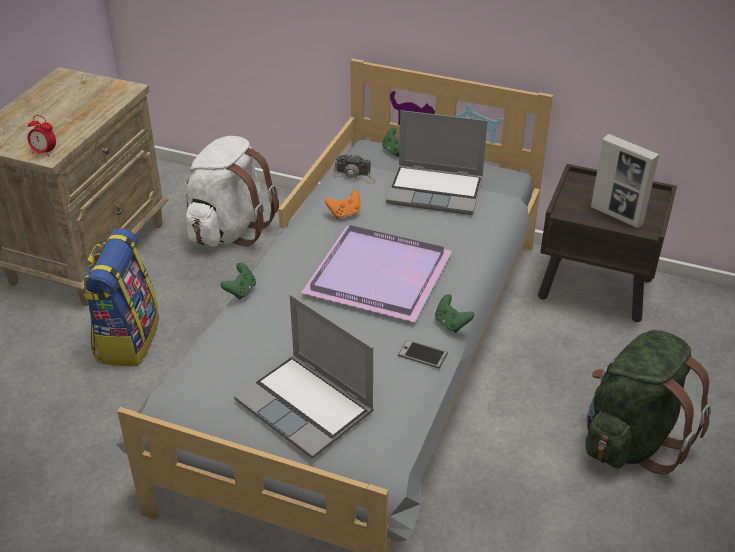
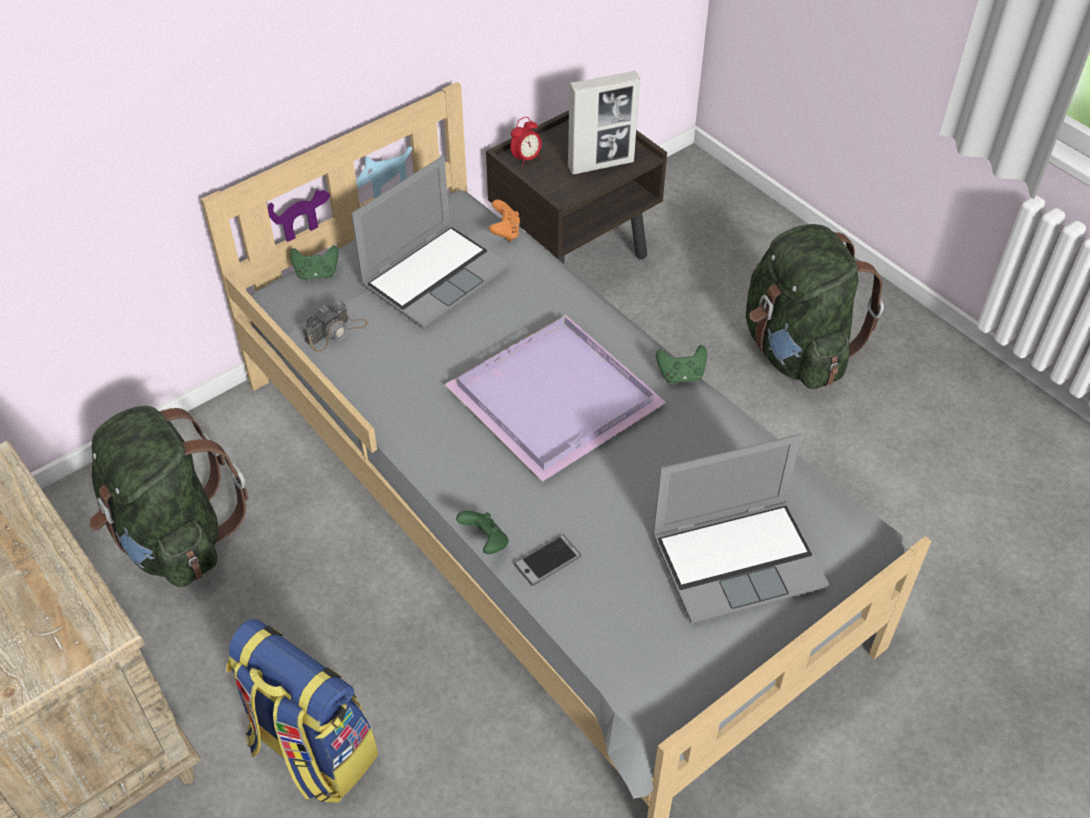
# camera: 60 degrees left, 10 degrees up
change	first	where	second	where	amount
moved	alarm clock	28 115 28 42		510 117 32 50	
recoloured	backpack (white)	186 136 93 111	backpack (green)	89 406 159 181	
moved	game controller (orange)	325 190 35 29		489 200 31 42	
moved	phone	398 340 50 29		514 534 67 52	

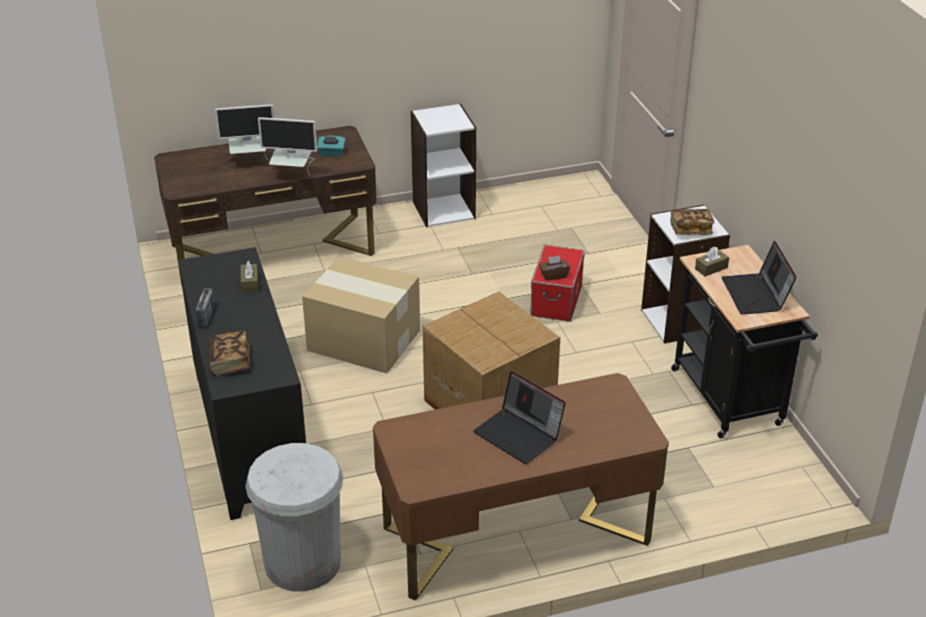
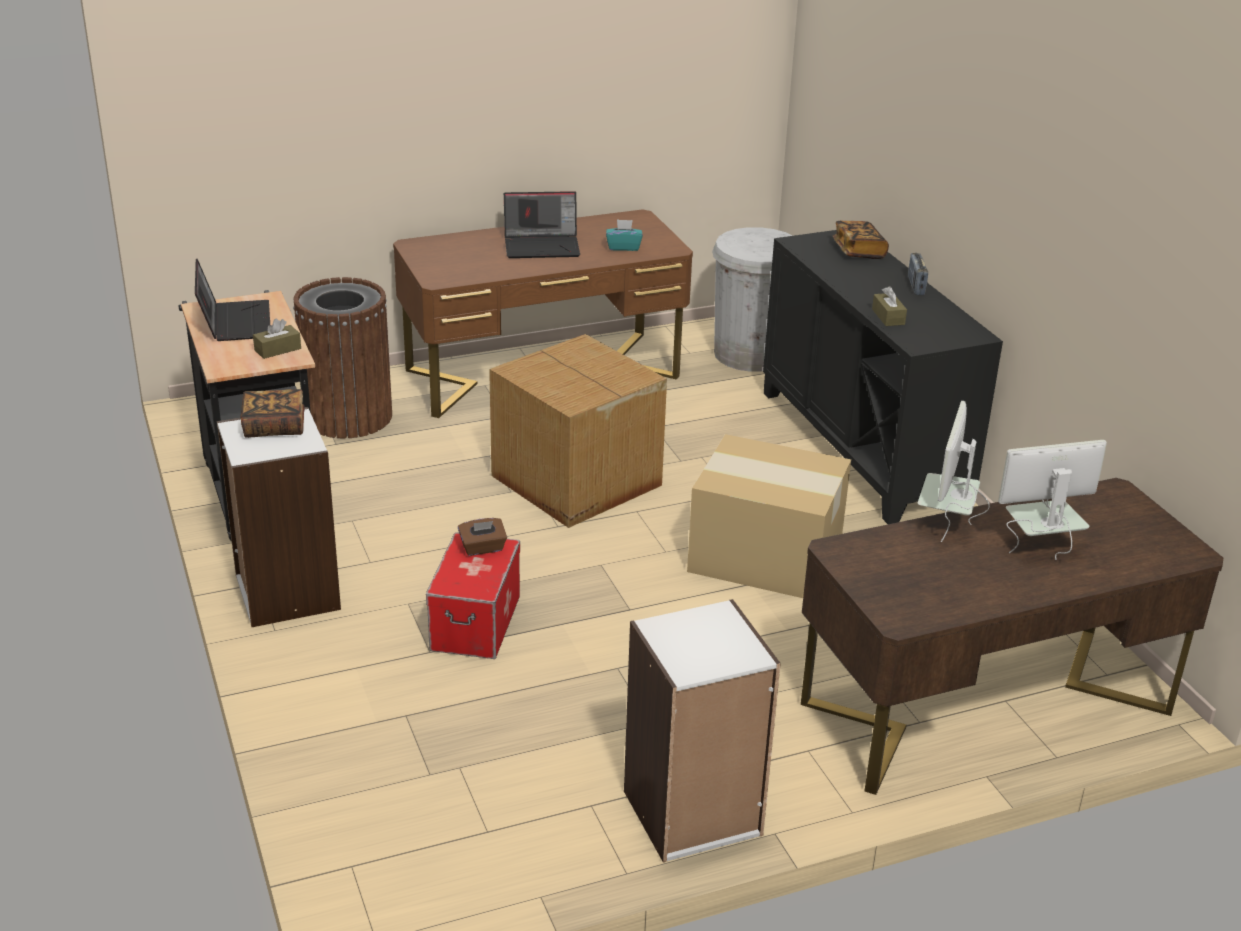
# camera: 175 degrees right, 5 degrees down
change	first	where	second	where	amount
turned	monitor	258 117 59 58		918 401 72 141	75 degrees counterclockwise
moved	tissue box (turquoise)	317 136 28 21		606 219 37 32	
turned	laptop	473 371 93 93		504 191 76 67	135 degrees clockwise
added			trash can (brown)	293 277 99 162	

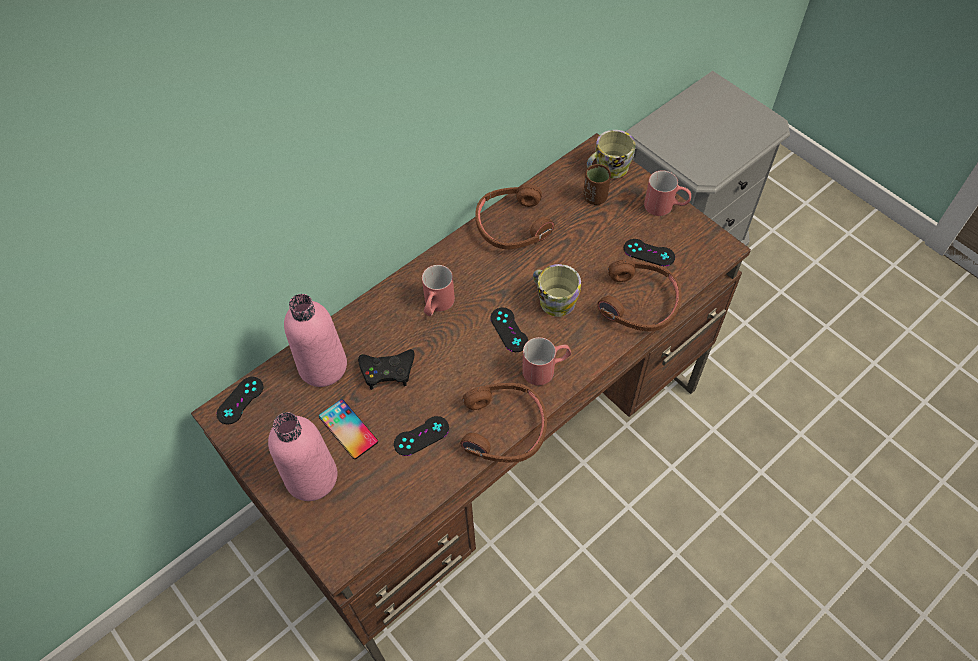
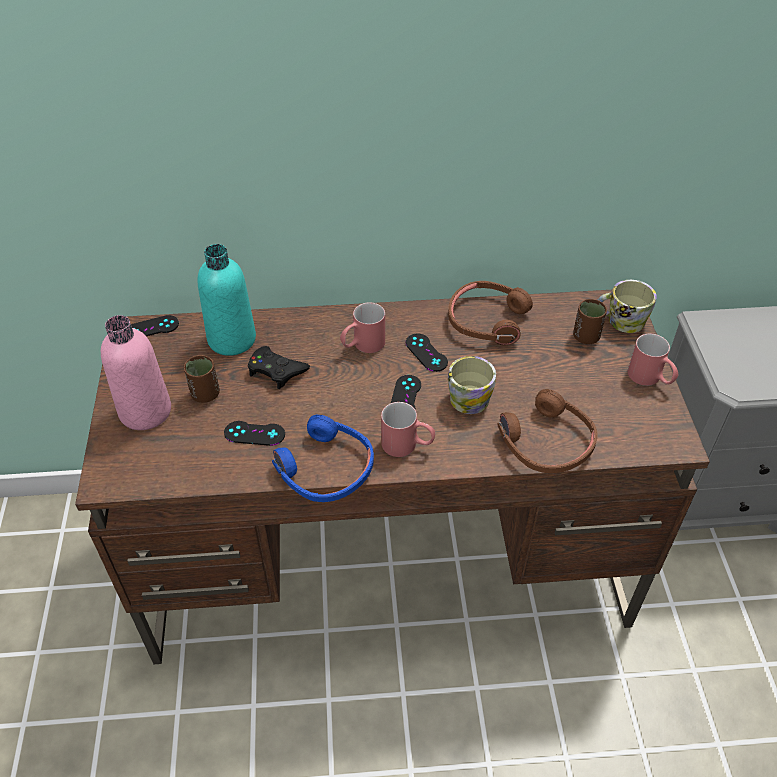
# camera: 35 degrees right, 10 degrees down
change	first	where	second	where	amount
recoloured	bottle (pink)	284 294 63 93	bottle (turquoise)	197 244 59 112	
replaced	phone	319 399 59 60	cup (brown)	184 355 36 48	
recoloured	headphones (brown)	460 383 87 80	headphones (blue)	272 414 102 88	
moved	game controller (black)	624 239 51 27		406 334 42 38	

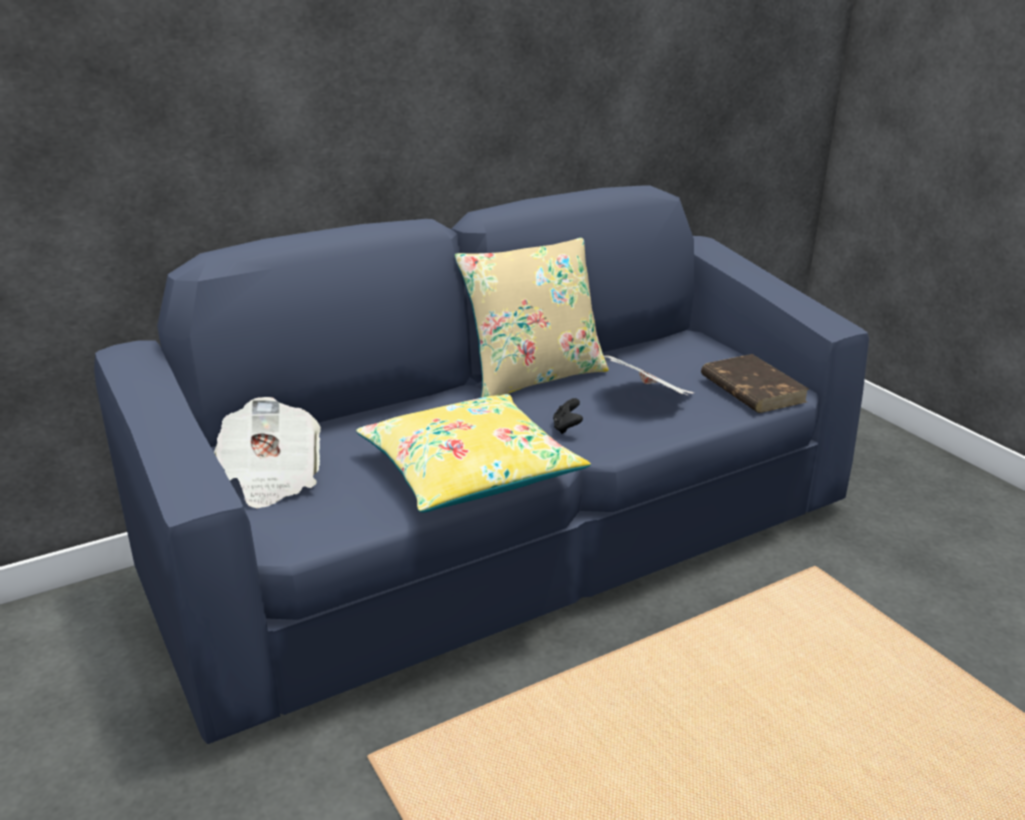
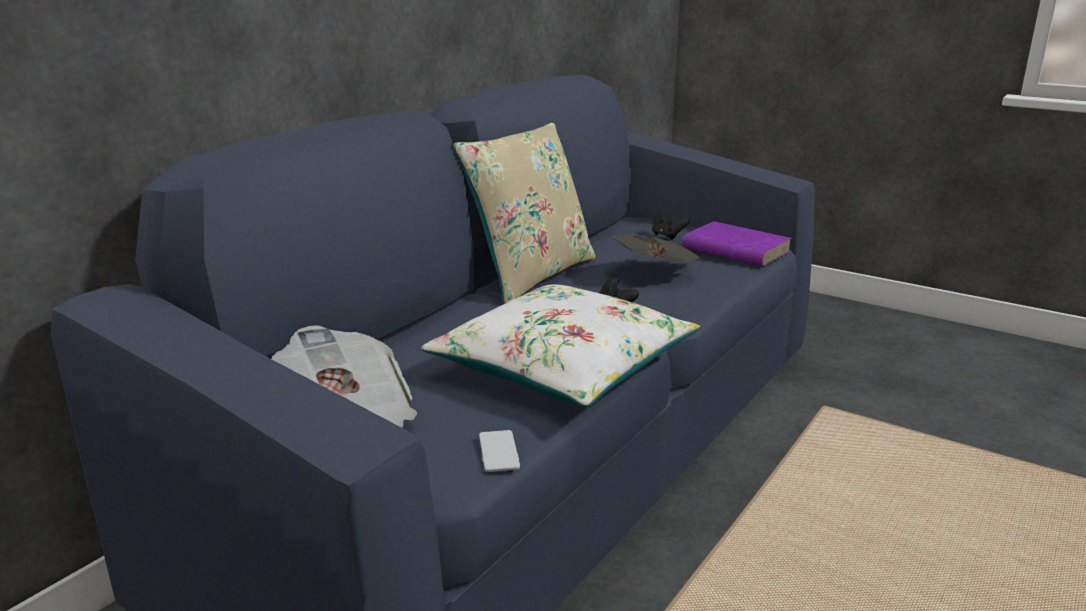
# camera: 25 degrees left, 5 degrees down
change	first	where	second	where	amount
recoloured	pillow (yellow)	356 394 235 119	pillow (white)	421 284 279 123	
recoloured	book (brown)	701 354 109 59	book (purple)	682 221 110 45	
added			phone	479 430 41 42	
added			game controller (black)	652 212 37 28	

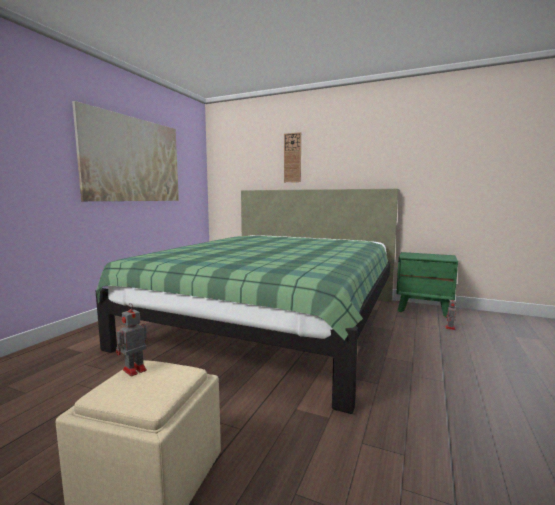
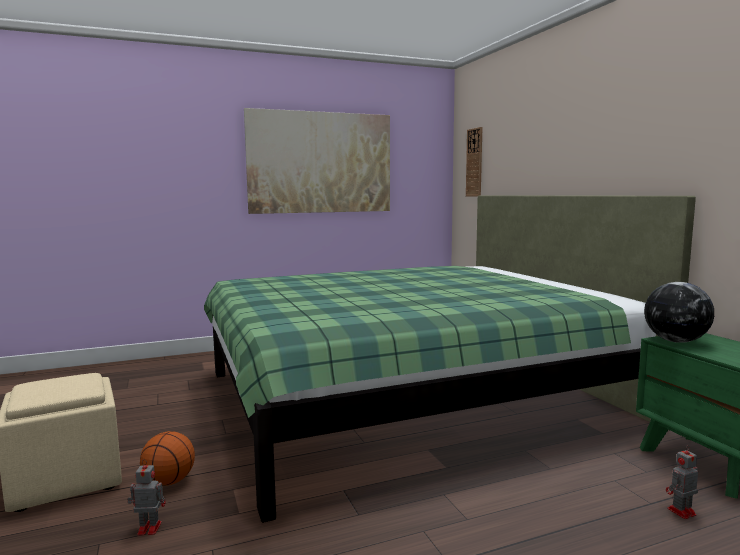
# camera: 45 degrees right, 0 degrees up
change	first	where	second	where	amount
moved	toy robot	116 303 31 74		127 459 39 76	
moved	wall clock	284 132 17 50		466 127 16 69	
added			basketball	140 431 55 55	
added			globe	644 282 70 61	

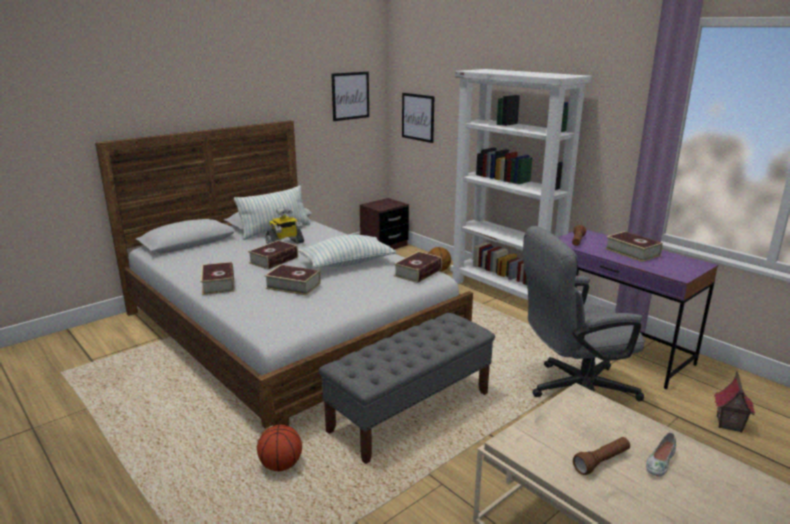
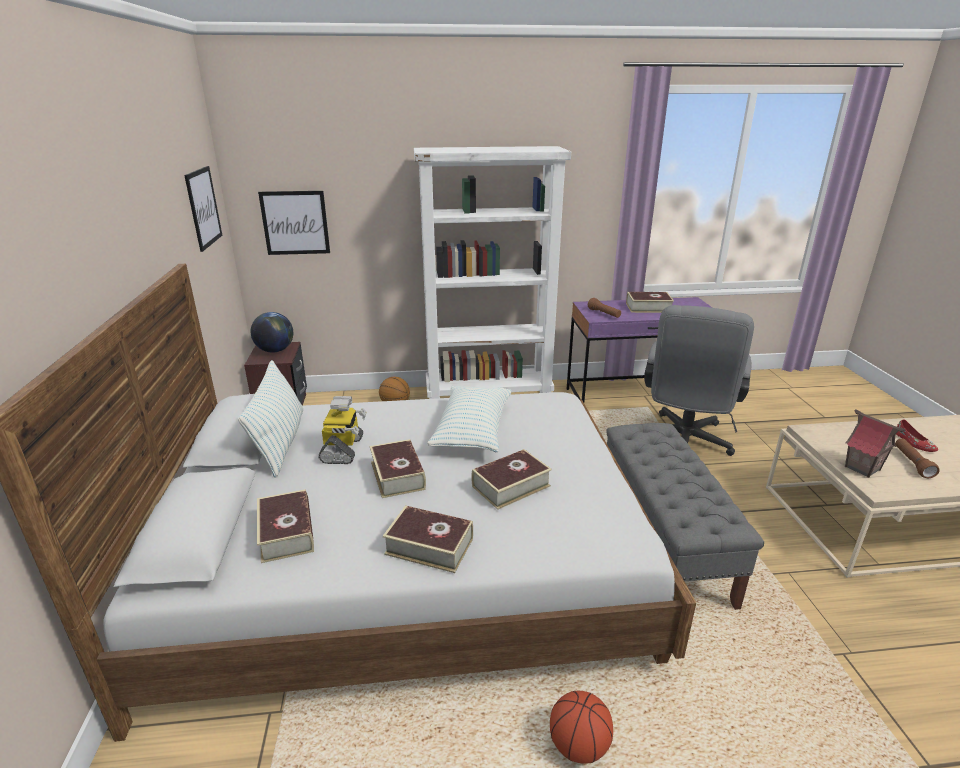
# camera: 55 degrees left, 5 degrees up
change	first	where	second	where	amount
moved	basketball	257 425 45 46		550 691 63 73	
moved	book	394 251 48 32		257 489 57 74	
recoloured	shoe (white)	646 432 30 45	shoe (red)	896 419 42 33	
moved	toy house	714 371 41 62		845 409 61 69	
added			globe	251 312 42 41	

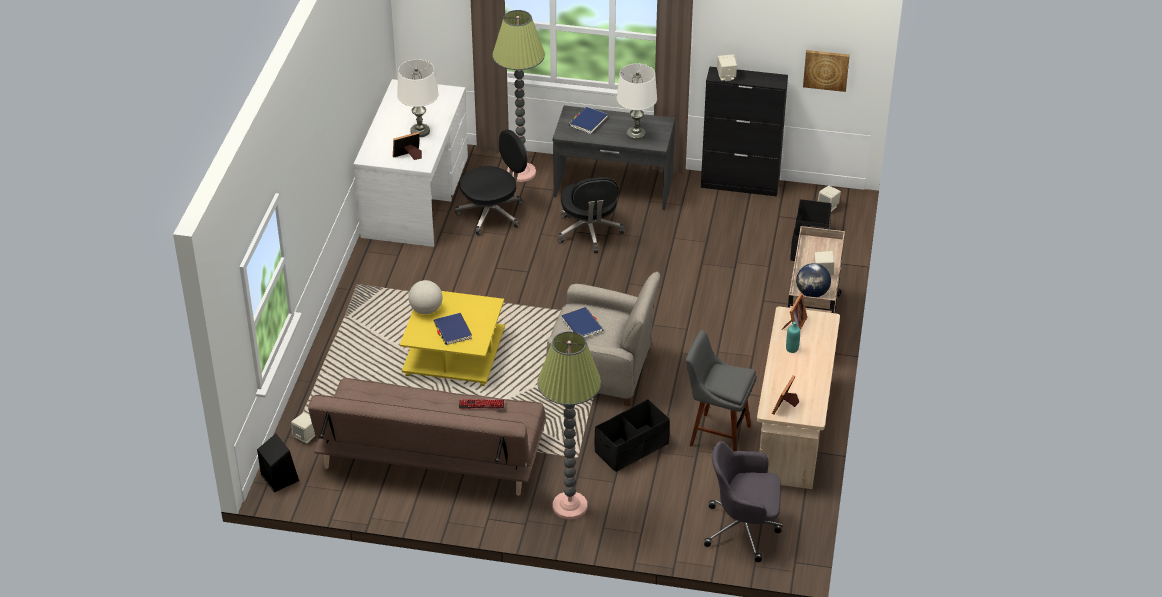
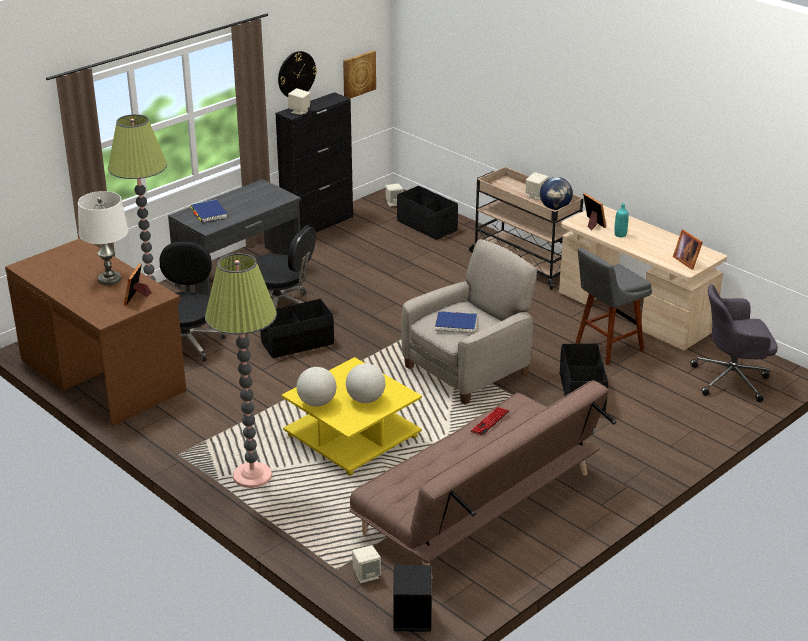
# camera: 55 degrees left, 10 degrees down
change	first	where	second	where	amount
recoloured	desk (white)	353 79 115 168	desk (brown)	5 238 181 188	
replaced	book (blue)	434 313 38 32	globe	346 364 39 39	
moved	floor lamp	537 331 64 188		205 253 72 235	
removed	table lamp (white)	617 63 40 77			
turned	office chair (grey)	704 441 78 121		690 284 88 118	45 degrees clockwise
added			storage box (black)	260 299 74 59	
added			wall clock	278 51 39 46	

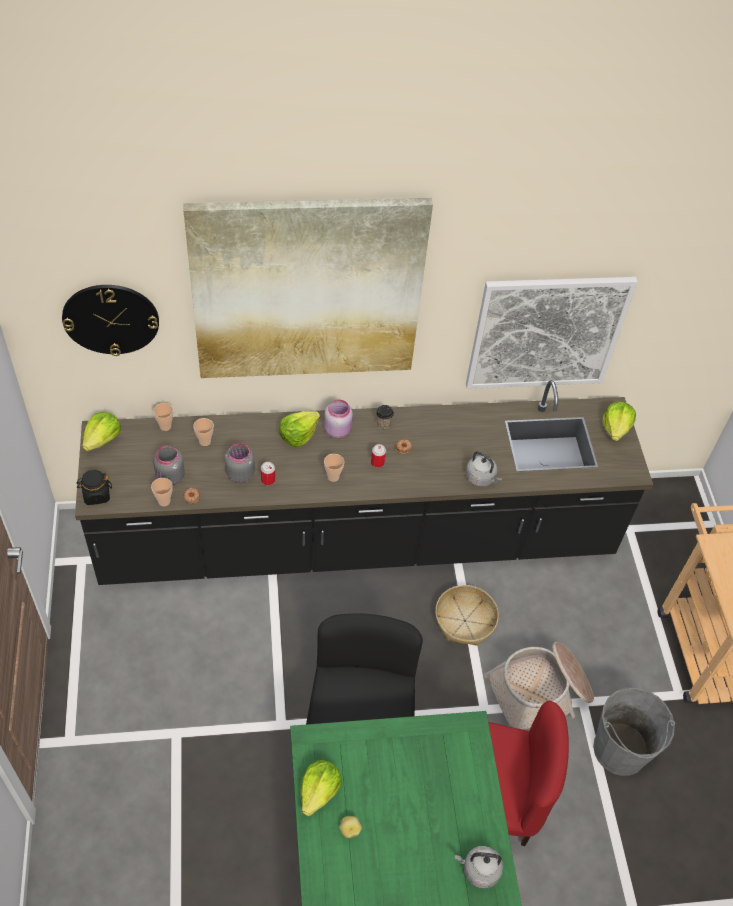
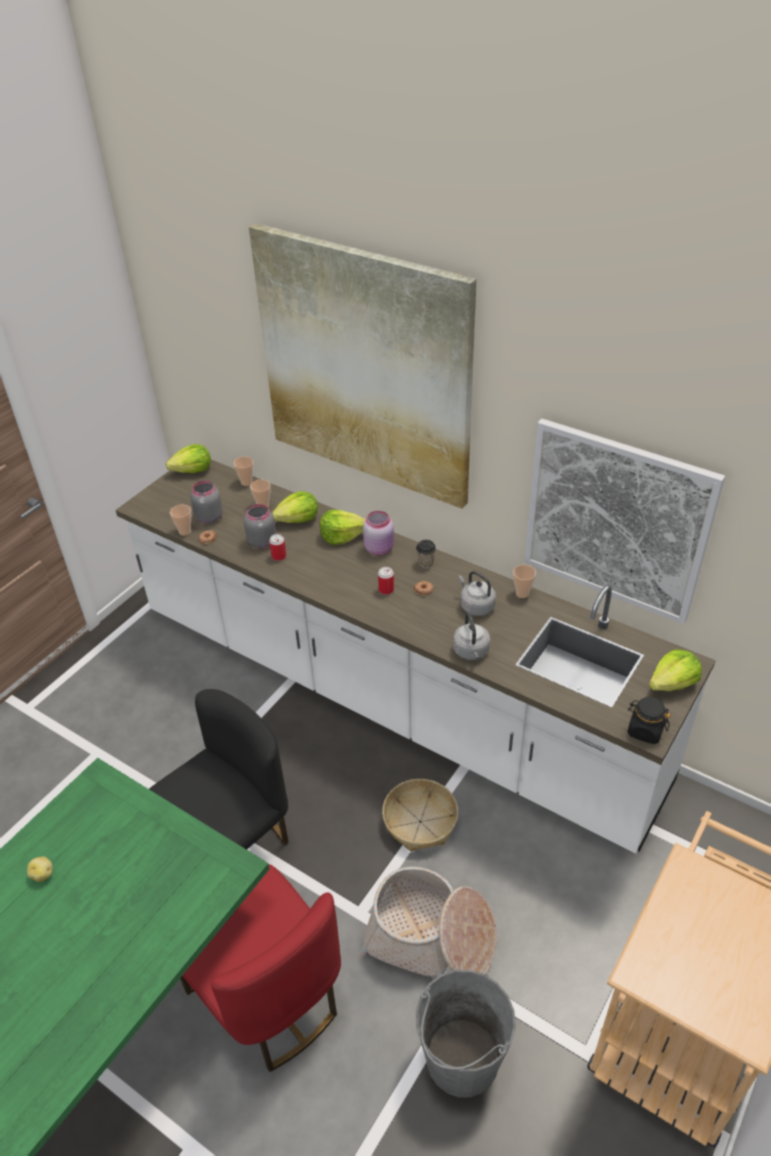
# camera: 45 degrees right, 10 degrees down
change	first	where	second	where	amount
removed	wall clock	62 285 97 71			
recoloured	counter (black)	75 380 578 205	counter (white)	116 460 600 394	
moved	jar (black)	77 470 35 35		627 697 44 47	
moved	lettuce	300 760 42 56		272 491 46 32	
moved	cup	324 454 20 28		513 565 23 33	
moved	kettle (grey)	455 846 48 43		458 571 38 45	

